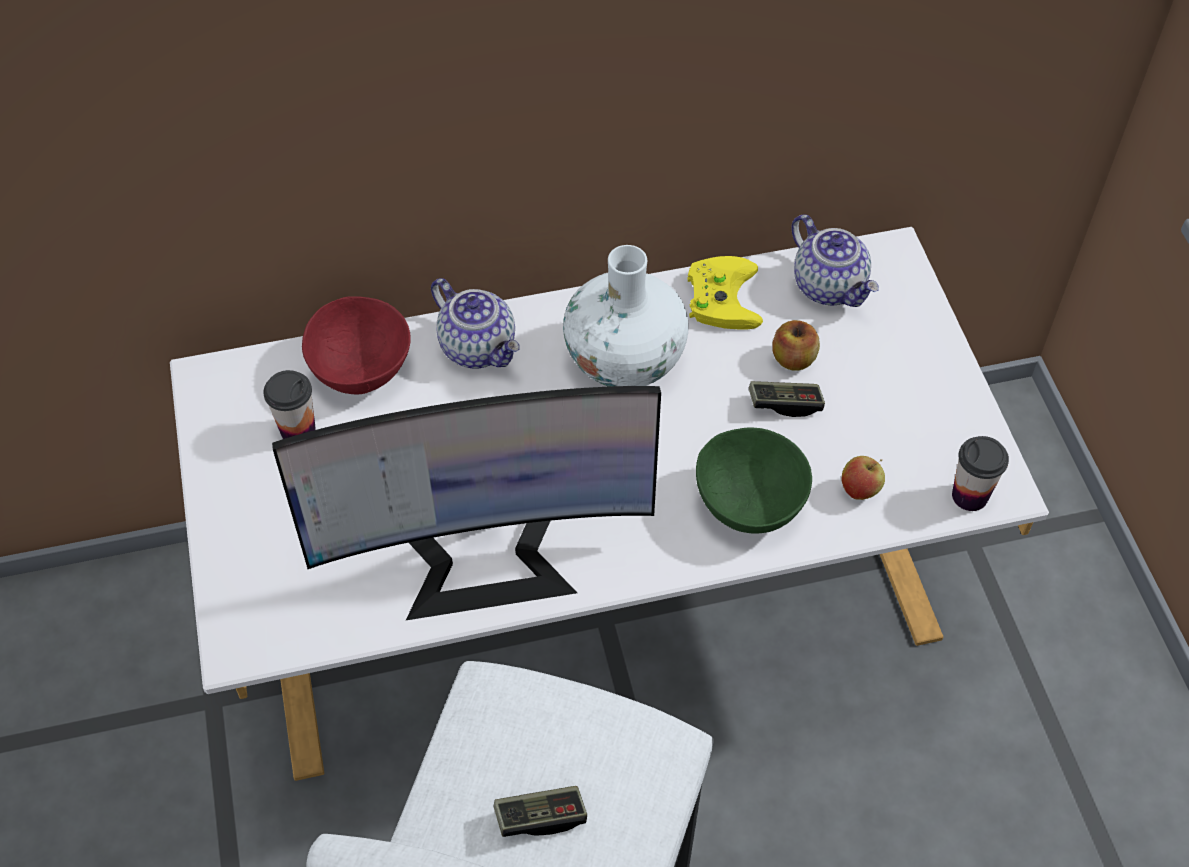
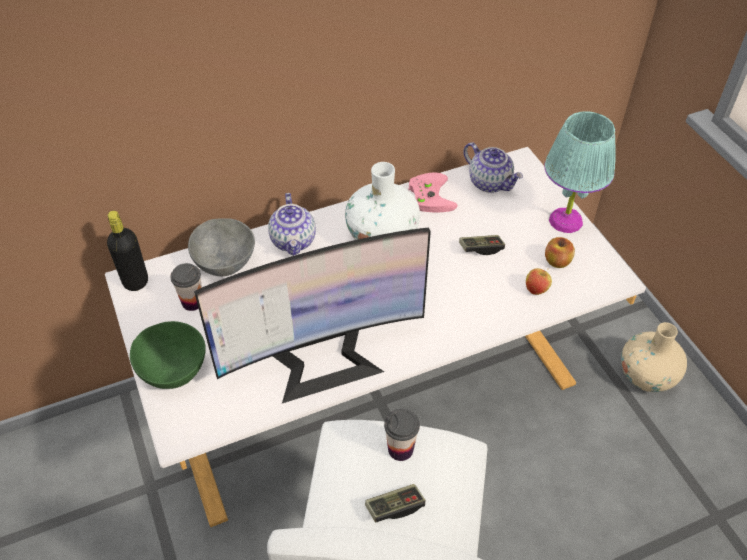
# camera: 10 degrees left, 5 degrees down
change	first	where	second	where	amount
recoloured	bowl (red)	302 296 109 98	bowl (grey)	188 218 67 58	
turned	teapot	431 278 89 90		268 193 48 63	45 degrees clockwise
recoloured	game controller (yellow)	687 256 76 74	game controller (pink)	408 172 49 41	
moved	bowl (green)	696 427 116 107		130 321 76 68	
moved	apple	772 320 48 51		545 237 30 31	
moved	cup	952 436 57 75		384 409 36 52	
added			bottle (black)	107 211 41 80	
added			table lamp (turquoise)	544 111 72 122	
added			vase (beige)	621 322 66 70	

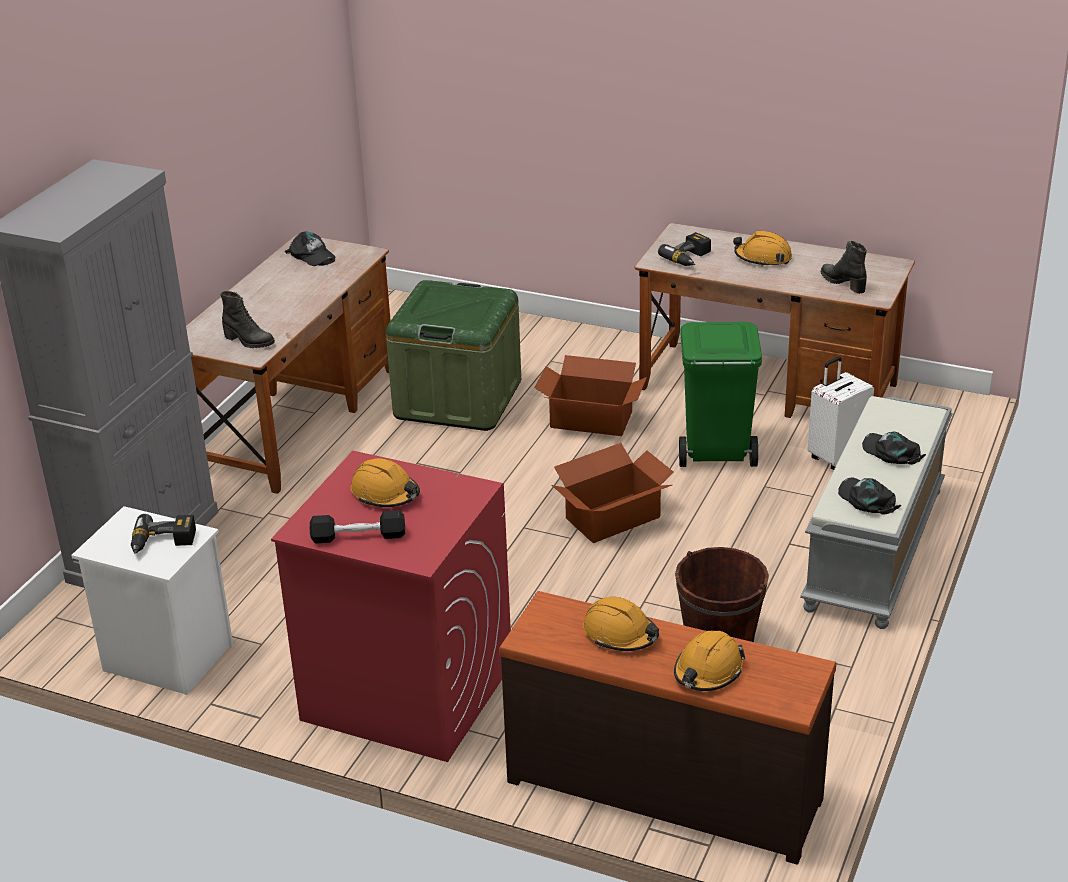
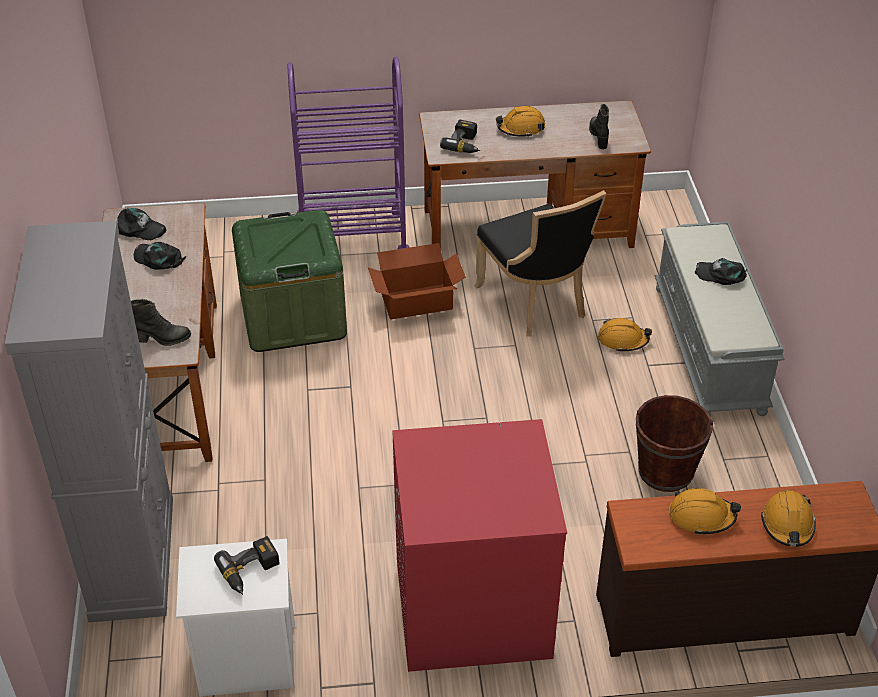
# camera: 30 degrees left, 10 degrees up
change	first	where	second	where	amount
removed	dumbbell (black)	309 510 96 34			
moved	hard hat (orange)	351 458 69 49		598 318 54 34	
removed	cardboard box	552 443 122 100			
replaced	trash can (green)	679 322 83 145	chair (black)	474 190 133 147	
removed	suitcase (white)	808 357 66 113			
turned	boot (black)	821 241 46 53		589 104 20 46	60 degrees clockwise
moved	cap (black)	838 478 63 37		134 242 52 28	
added			cart (purple)	288 56 122 193	

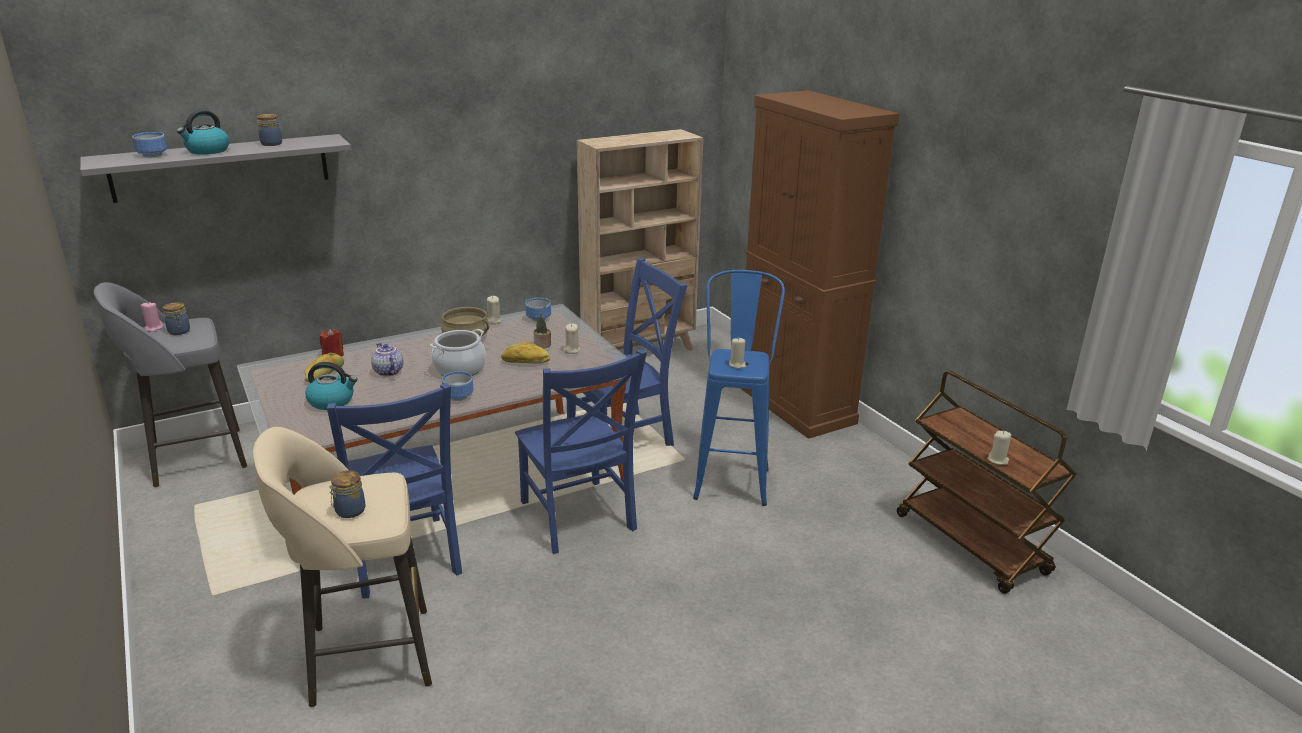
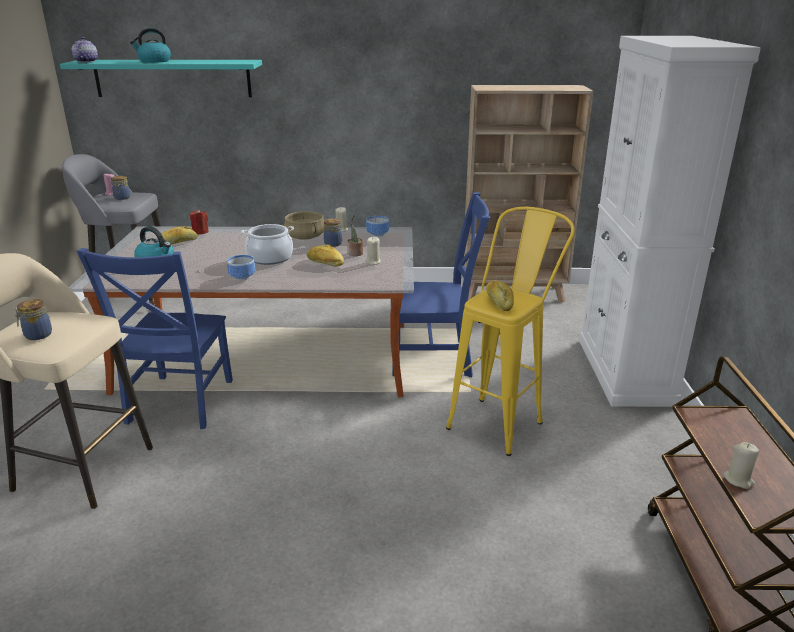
# camera: 30 degrees right, 0 degrees up
change	first	where	second	where	amount
recoloured	shelf (grey)	80 134 271 69	shelf (turquoise)	60 60 202 37	
removed	bowl	132 132 35 26			
moved	jar	257 114 25 32		324 218 18 29	
moved	teapot	371 342 33 35		72 37 26 25	
removed	chair (blue)	515 349 132 205			
recoloured	stool (blue)	693 270 92 236	stool (yellow)	446 207 129 249	
replaced	candle (beige)	729 338 17 31	bread	486 281 28 30	
recoloured	cabinet (brown)	740 90 160 349	cabinet (white)	579 36 182 371	

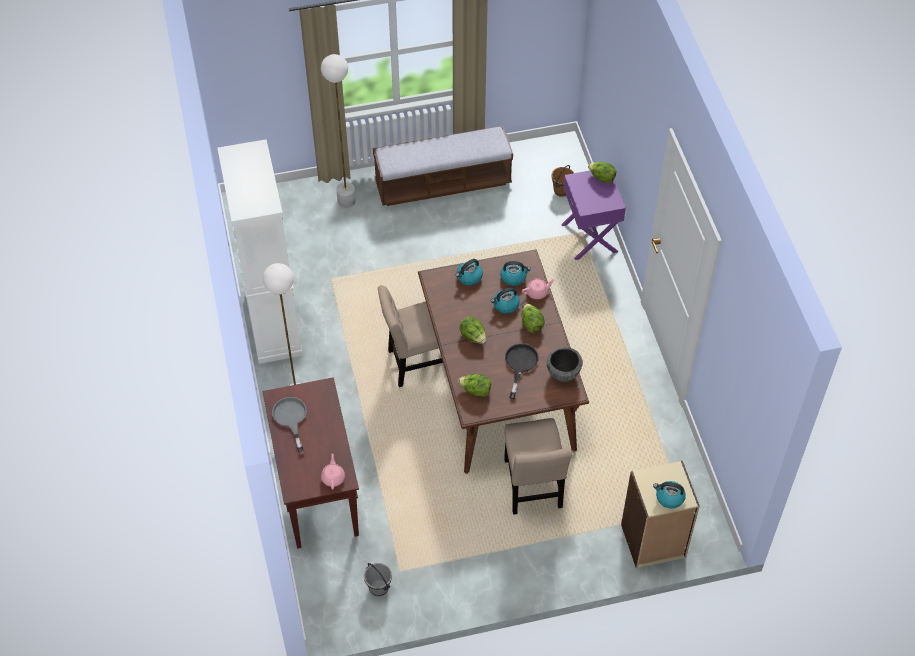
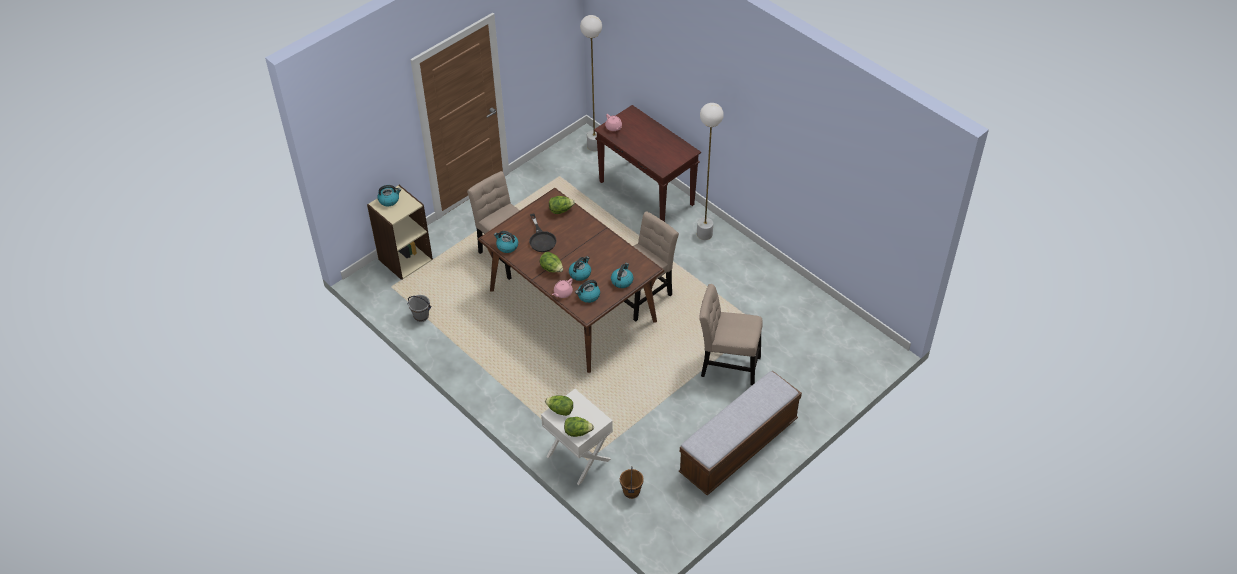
# camera: 150 degrees right, 5 degrees down
change	first	where	second	where	amount
removed	cabinet (white)	217 139 86 225			
removed	frying pan (grey)	272 397 35 57			
moved	floor lamp (white)	321 54 35 154		580 15 22 136	
moved	bucket (grey)	364 563 28 34		407 295 24 27	
moved	lettuce	460 316 26 28		545 395 28 21	
replaced	bowl	547 348 36 34	kettle	494 231 24 22	
recoloured	nightstand (purple)	561 171 65 89	nightstand (white)	541 389 72 97	
added			chair (beige)	699 284 64 101	

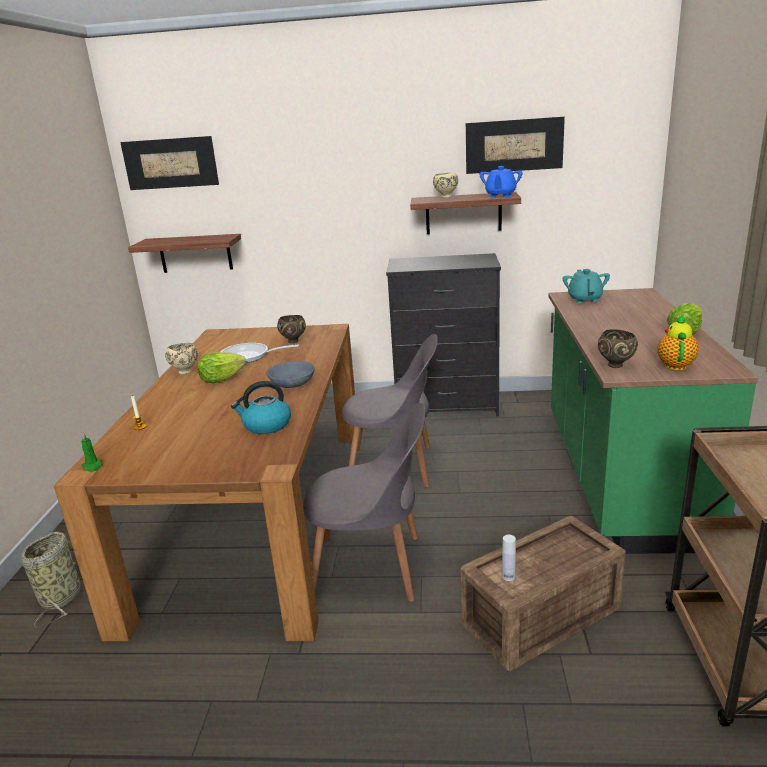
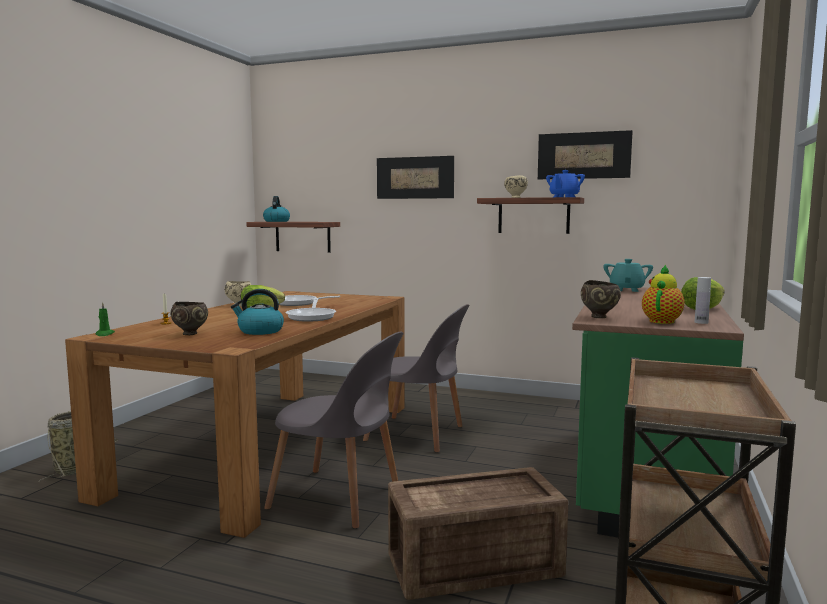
# camera: 15 degrees right, 15 degrees down
change	first	where	second	where	amount
moved	picture	120 136 99 54		377 156 77 43	
replaced	bowl (grey)	267 361 48 27	frying pan	286 298 50 24	
moved	bowl (brown)	277 315 29 28		170 302 38 33	
removed	dresser (black)	386 253 115 163			
moved	bottle (white)	502 535 14 46		695 277 16 47	
added			kettle	263 196 27 26	

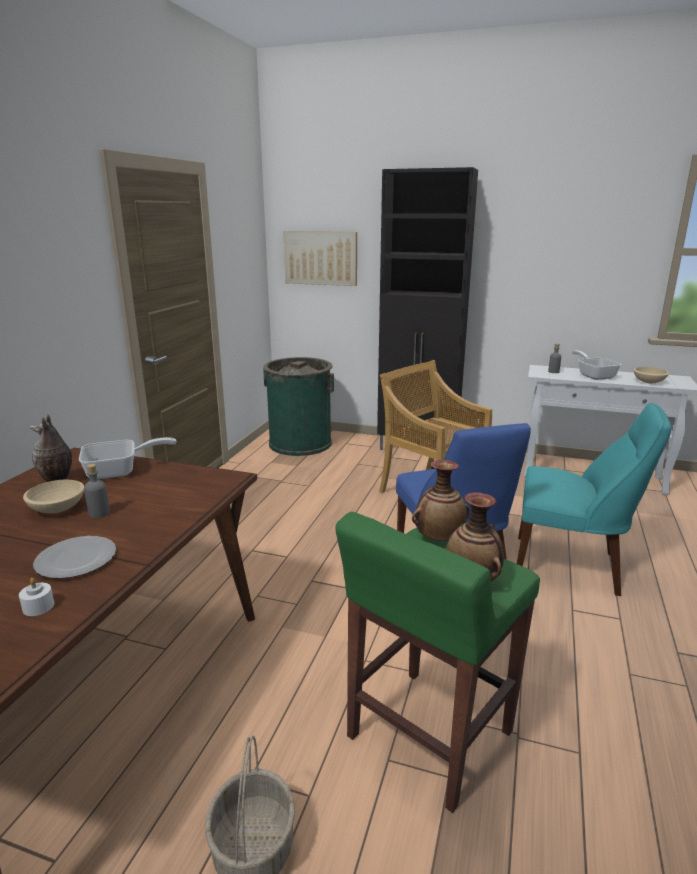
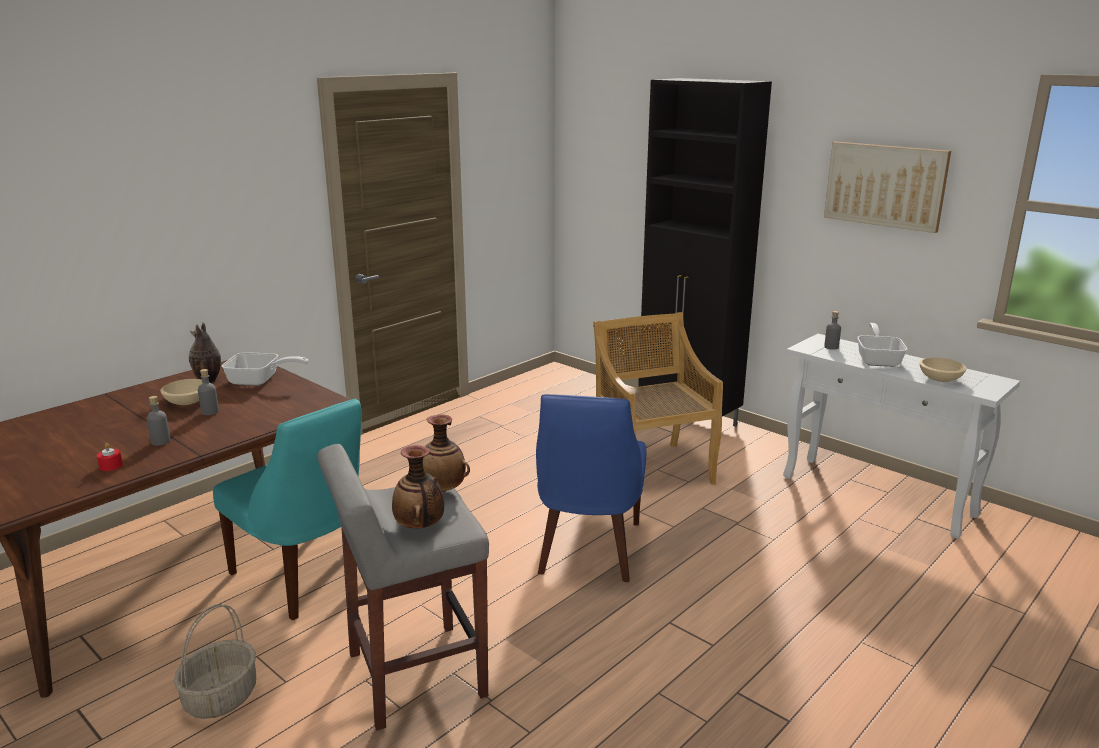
# camera: 25 degrees right, 0 degrees up
change	first	where	second	where	amount
recoloured	candle (white)	19 578 35 38	candle (red)	97 443 26 28	
replaced	plate	33 536 83 42	bottle (grey)	147 396 24 50	
removed	trash can (green)	263 357 71 99			
moved	picture	283 231 74 55		824 142 127 91	
recoloured	stool (green)	335 512 205 301	stool (grey)	318 444 171 287	
moved	chair (turquoise)	517 403 154 193		213 399 149 221	

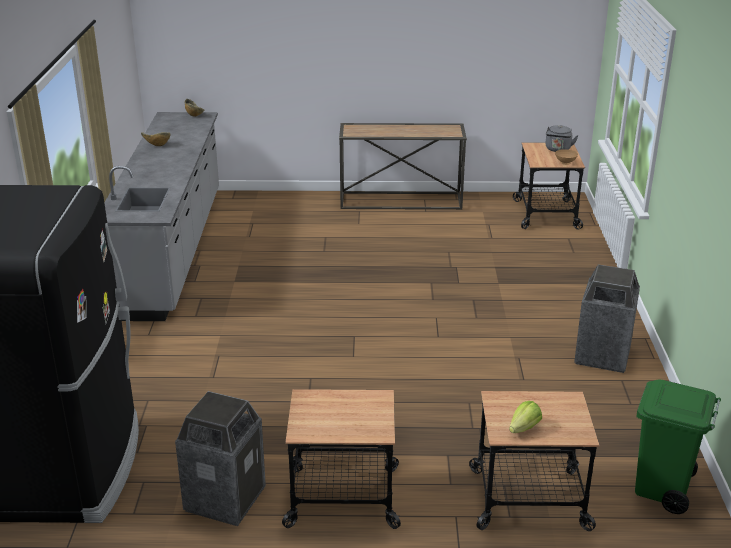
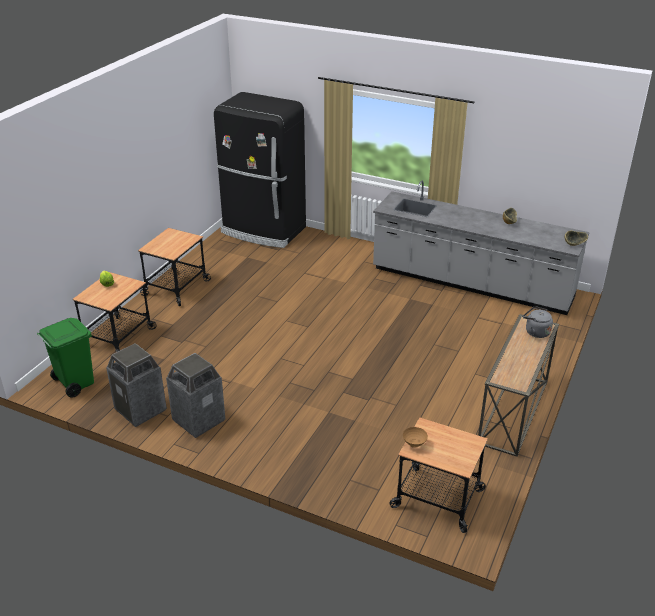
# camera: 115 degrees right, 5 degrees up
change	first	where	second	where	amount
moved	trash can	175 391 91 135		106 343 61 84	
moved	kettle (grey)	546 125 32 27		523 306 30 32	

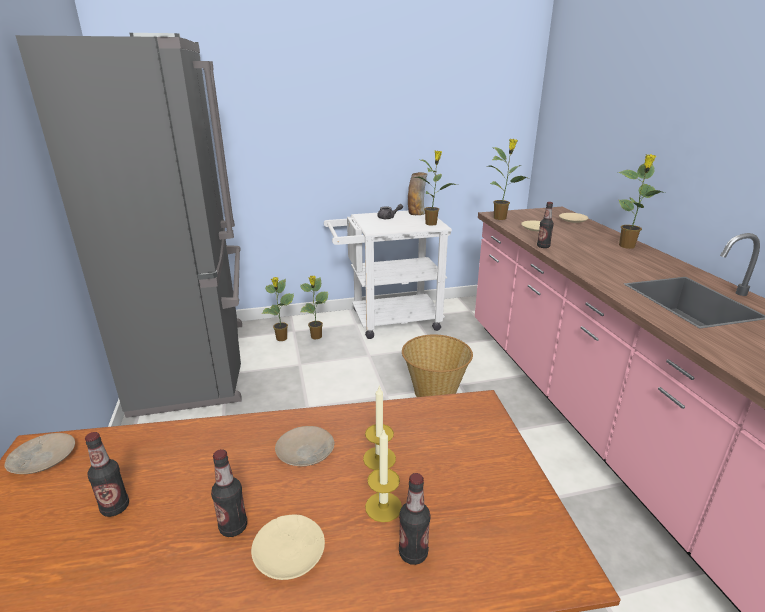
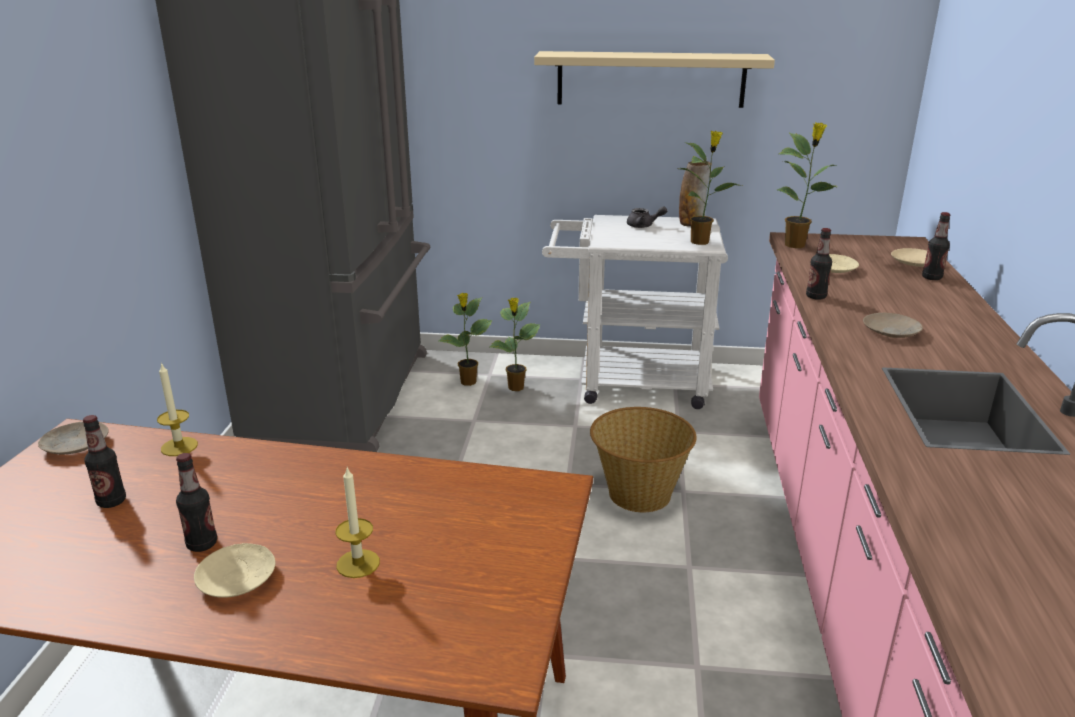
# camera: 20 degrees right, 0 degrees up
change	first	where	second	where	amount
moved	plate (beige)	275 426 60 40		863 313 60 25	
moved	candle	363 386 33 84		157 362 41 94	
moved	bottle	399 473 31 92		922 212 28 68	
removed	potted plant	618 154 48 95			
added			shelf (beige)	534 51 241 57	

